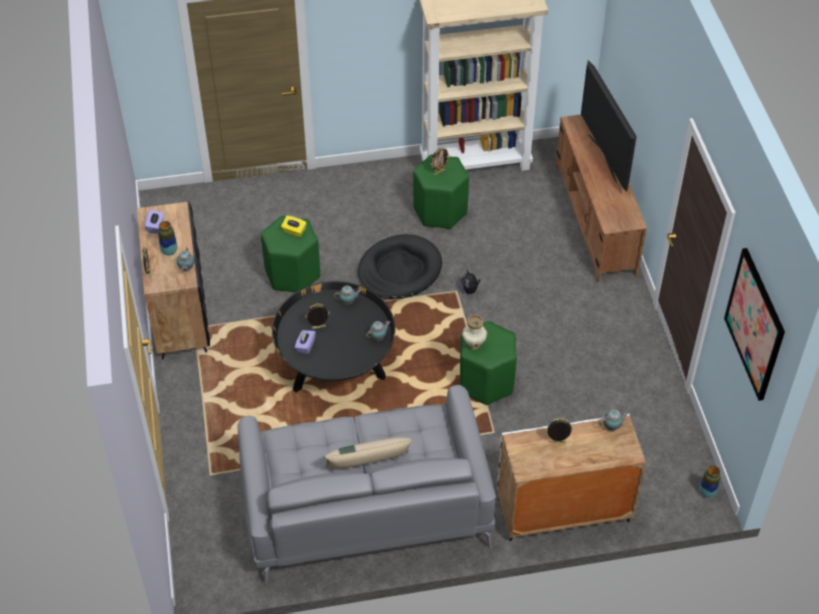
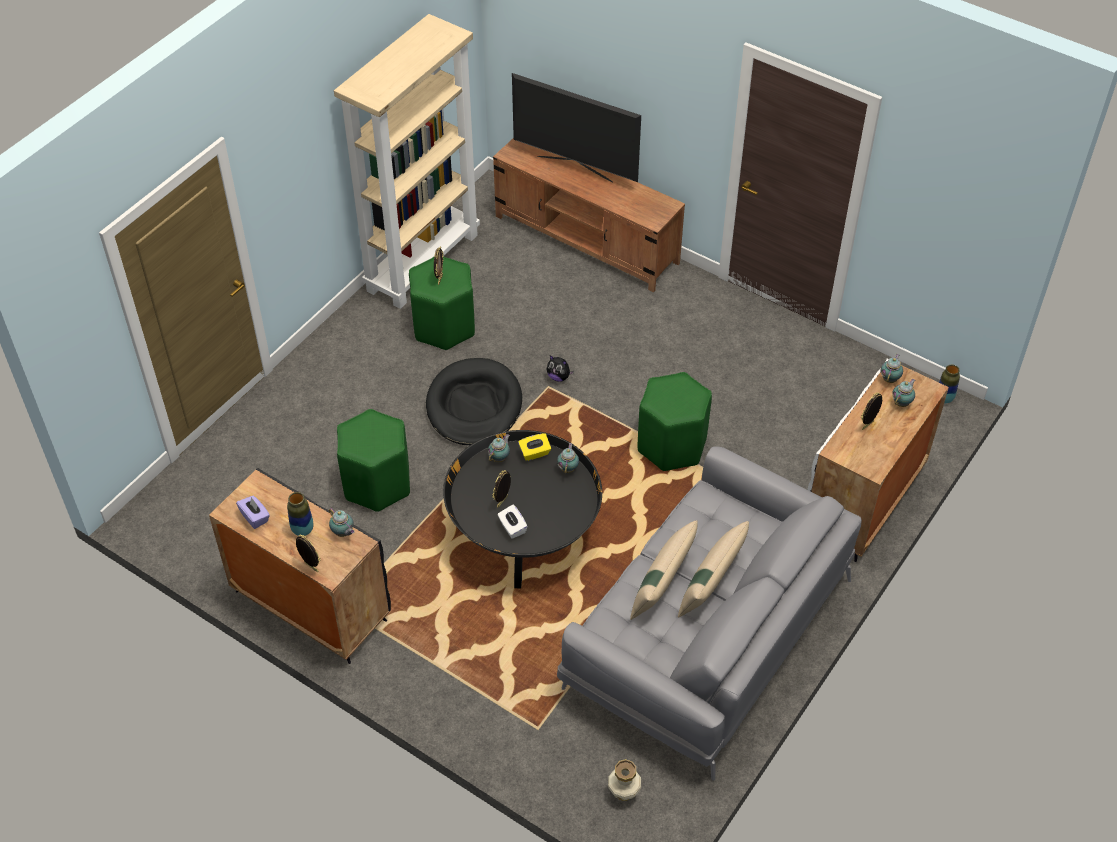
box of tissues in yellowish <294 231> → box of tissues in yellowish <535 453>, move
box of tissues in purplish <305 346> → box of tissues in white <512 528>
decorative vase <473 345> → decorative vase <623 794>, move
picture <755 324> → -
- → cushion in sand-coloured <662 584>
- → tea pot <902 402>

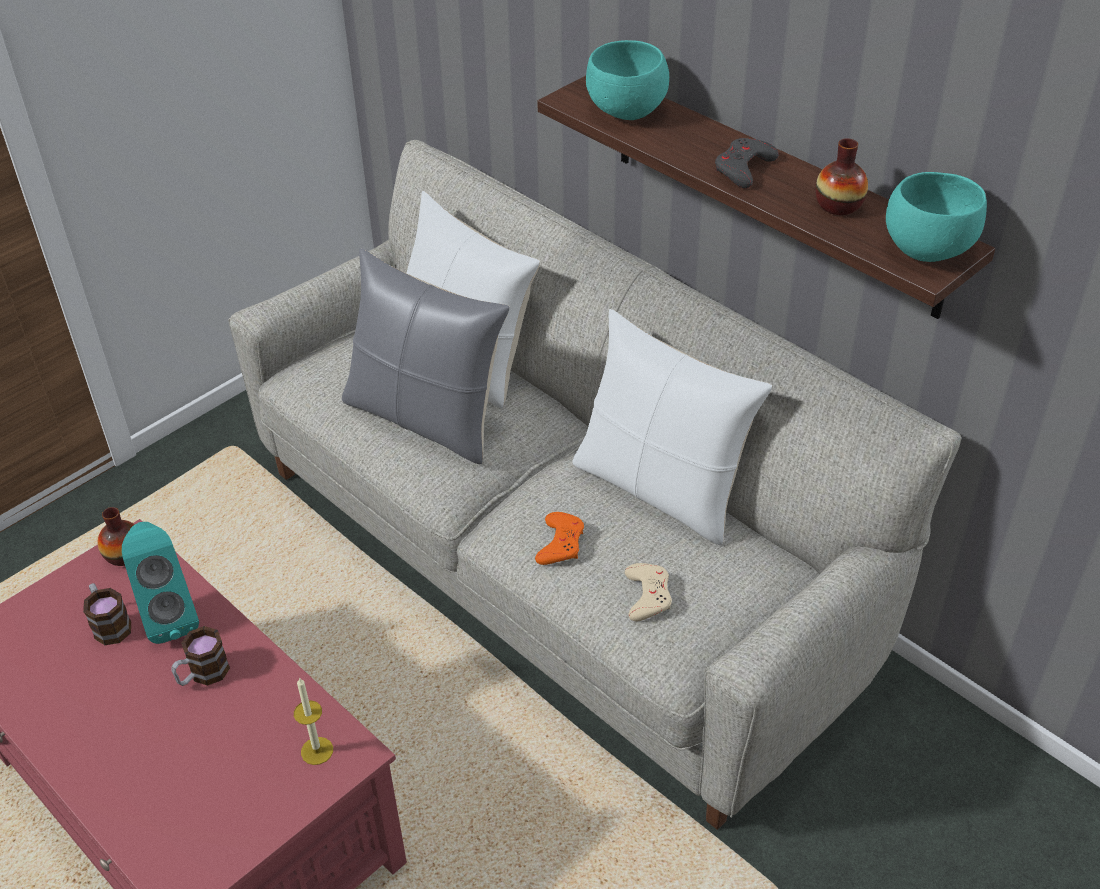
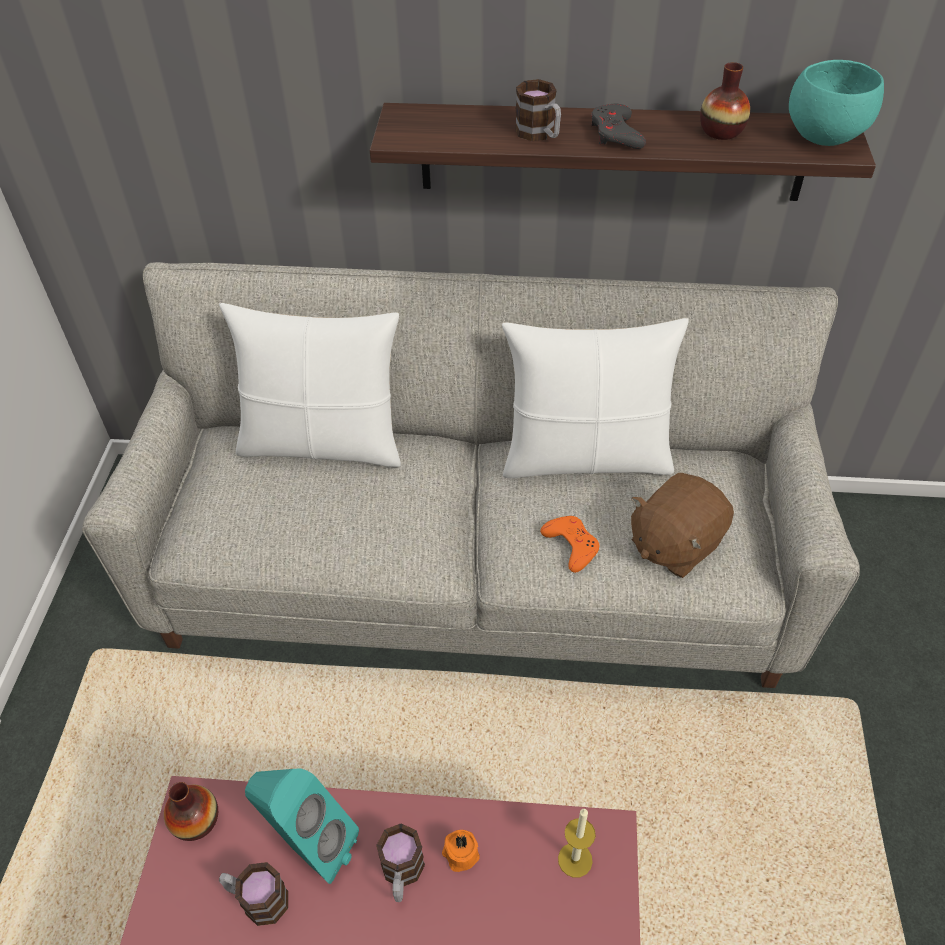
cushion in grey <426 418> → -
serving bowl in blue-green <628 112> → -
gamepad in sand-coloured <647 595> → plush toy in brown <674 544>
- → candle in orange-coloured <460 854>
- → mug <540 135>

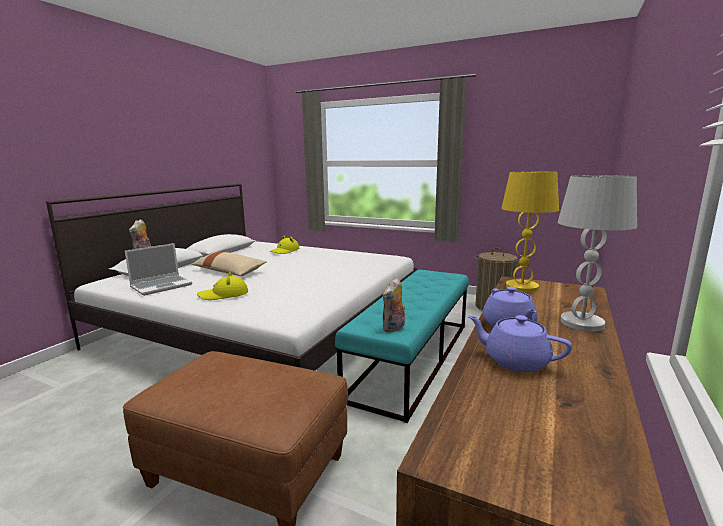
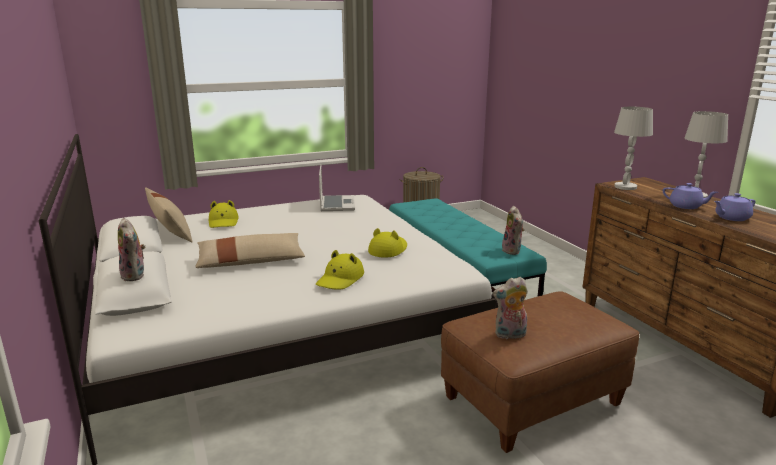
portable computer <162 286> → portable computer <336 204>, move
tabletop lamp in yellowish <521 287> → tabletop lamp in white <625 187>
- → cushion in sand-coloured <170 231>
- → hat in yellowish <388 250>
- → plush toy <510 335>

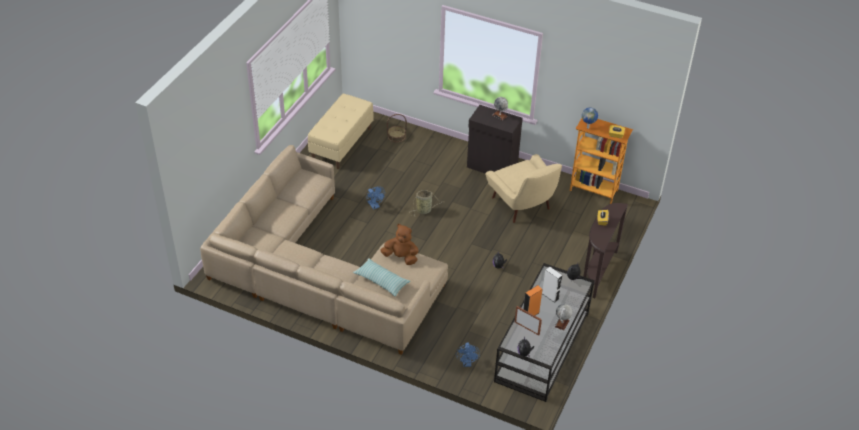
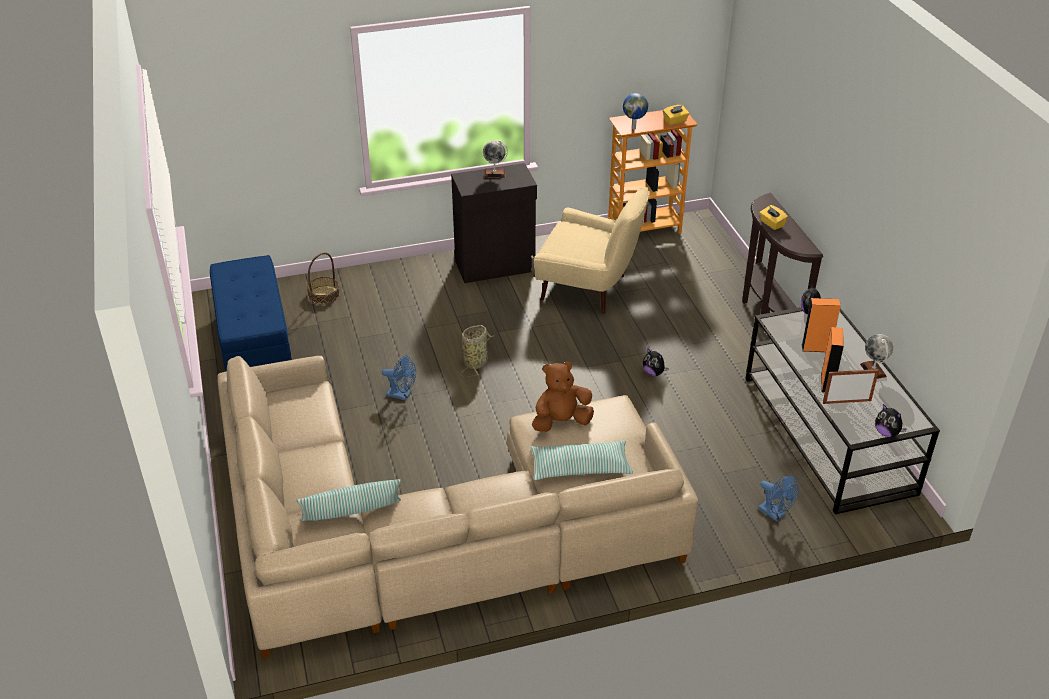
bench in sand-coloured <341 143> → bench in blue <254 343>
speaker in white <550 296> → speaker in orange-coloured <816 348>
- → cushion <352 515>

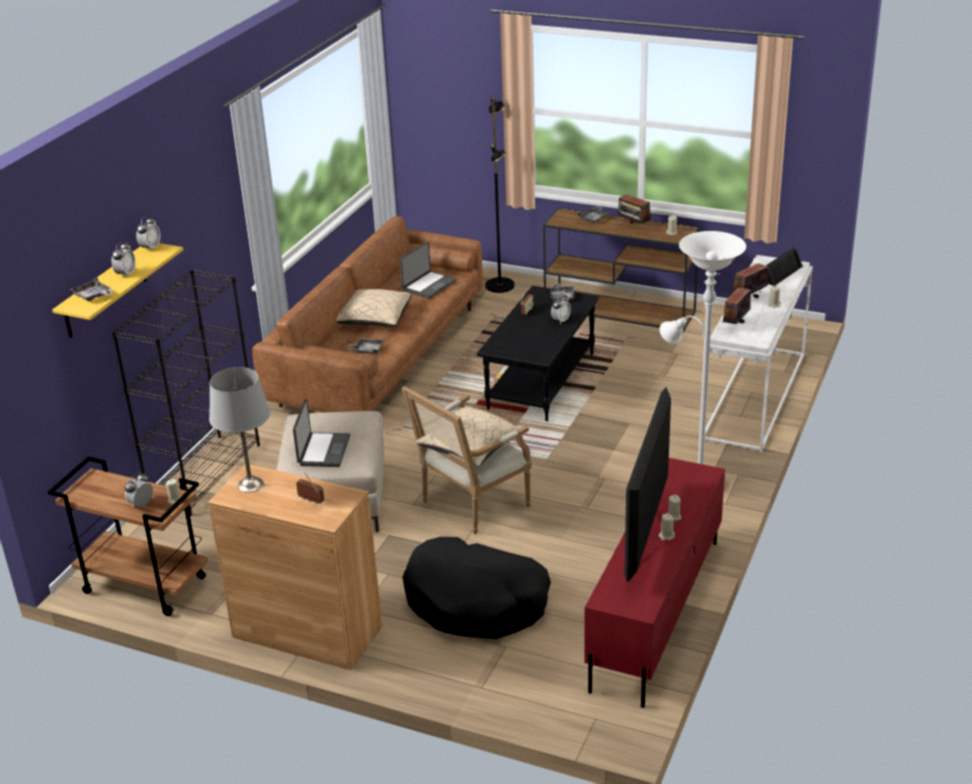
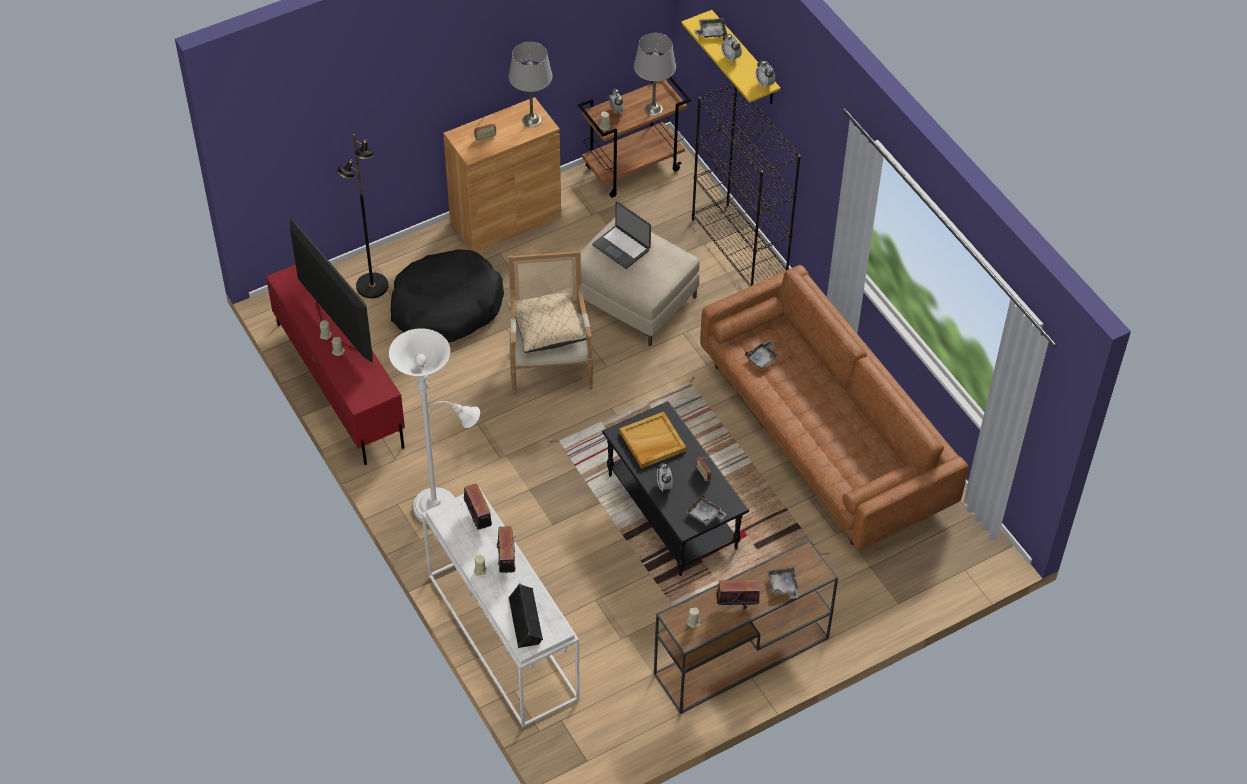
cushion in sand-coloured <373 319> → -
portable computer <428 285> → -
standing lamp in black-coloured <500 285> → standing lamp in black-coloured <372 286>, move
- → carrying tray in sand-coloured <652 442>
- → tabletop lamp in grey <653 109>

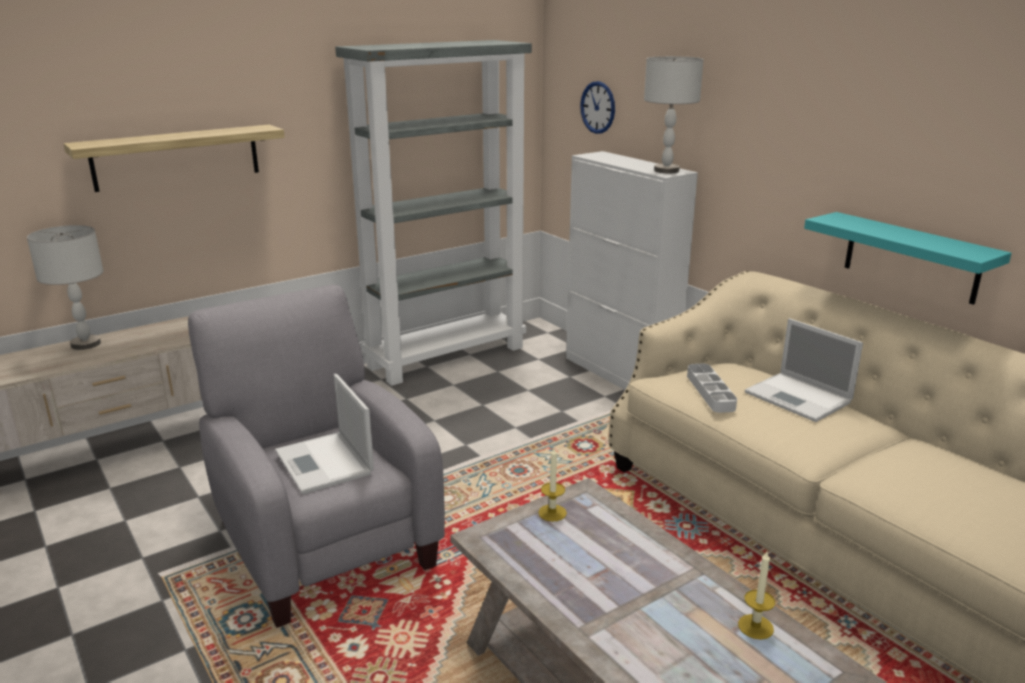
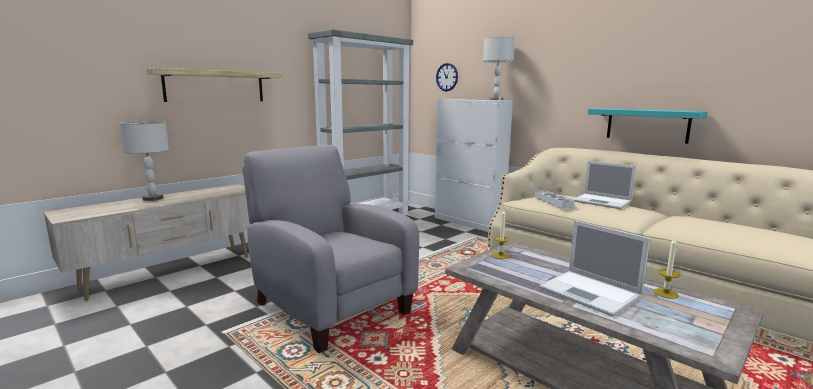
portable computer <325 463> → portable computer <591 293>, move

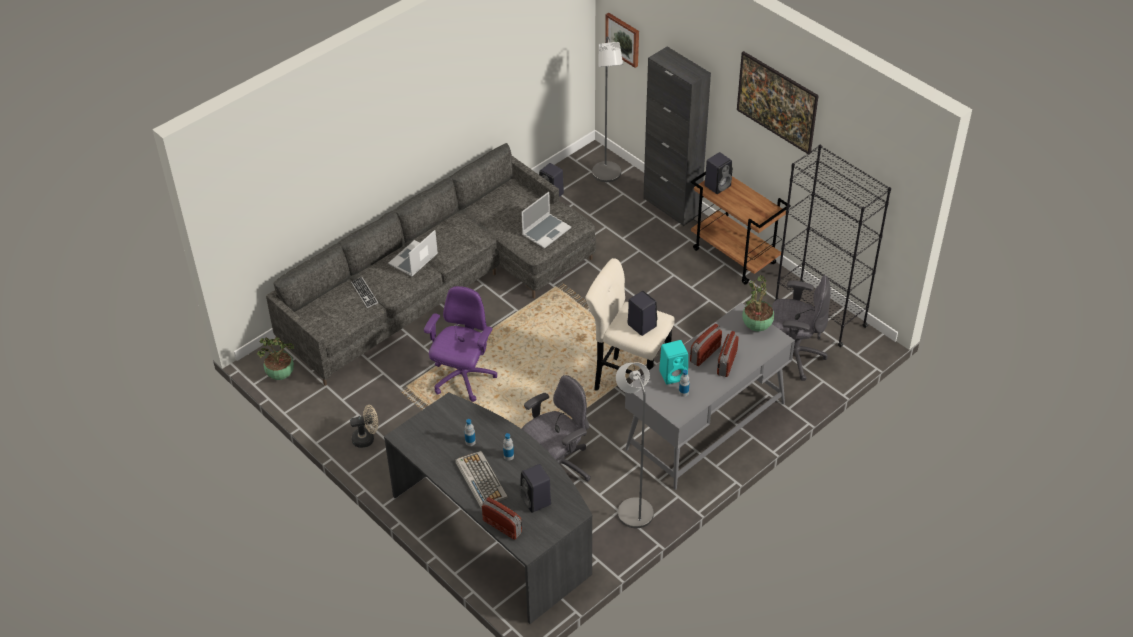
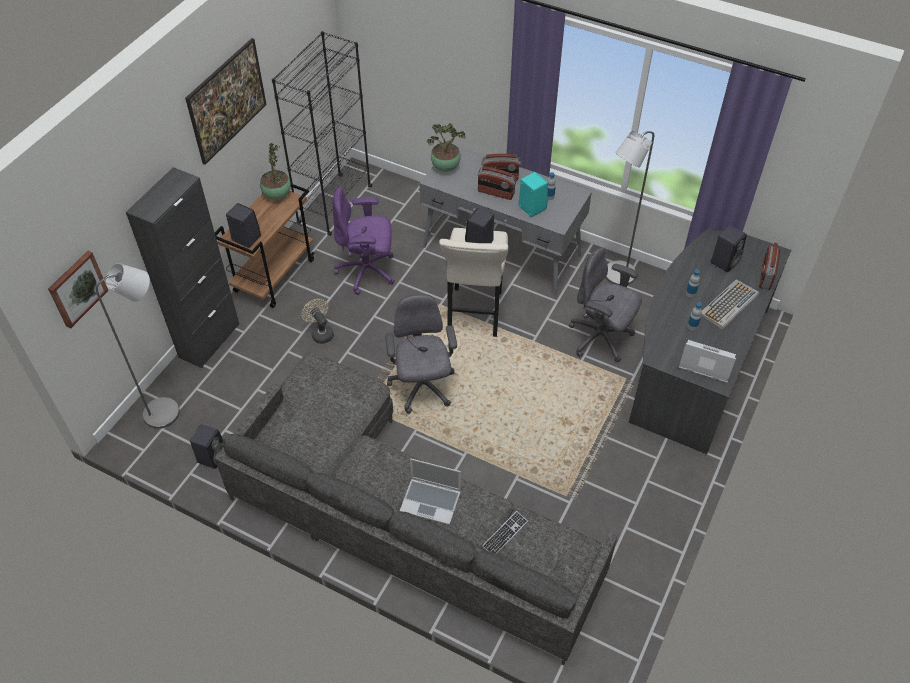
plant in a pot <281 375> → plant in a pot <277 195>, move
cooling fan in sand-coloured <367 438> → cooling fan in sand-coloured <320 333>, move
computer chair in purplish <462 378> → computer chair in purplish <367 271>, move
portable computer <546 231> → portable computer <705 363>, move
computer chair in grey <792 356> → computer chair in grey <422 387>, move

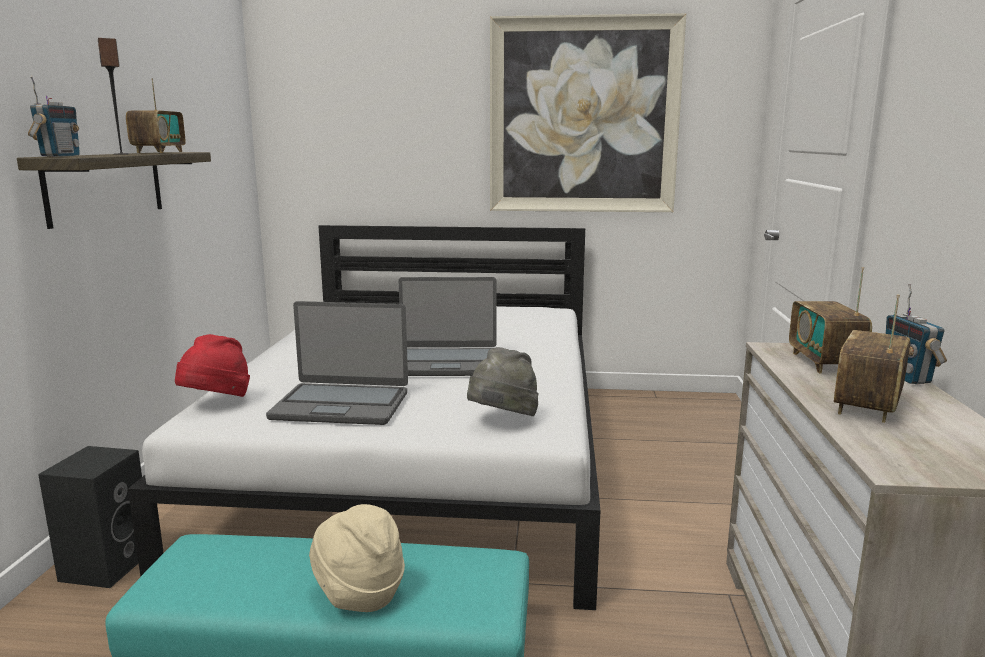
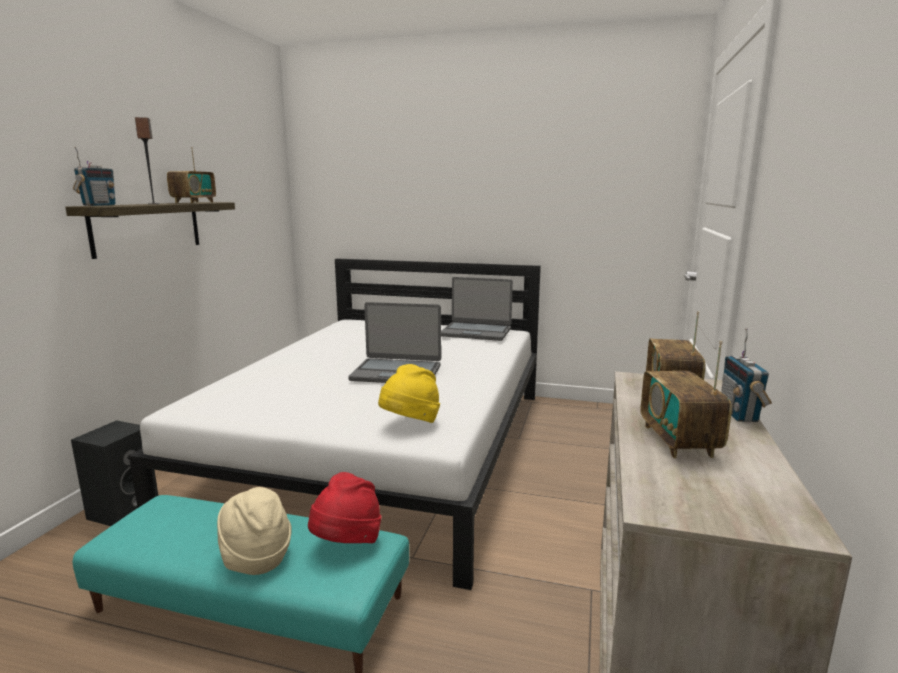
hat in red <216 403> → hat in red <346 544>, move
portable computer <341 405> → portable computer <476 332>, move
hat in grey <502 420> → hat in yellowish <410 424>
picture <583 116> → -
radio receiver <868 406> → radio receiver <678 441>, 45 degrees counterclockwise

